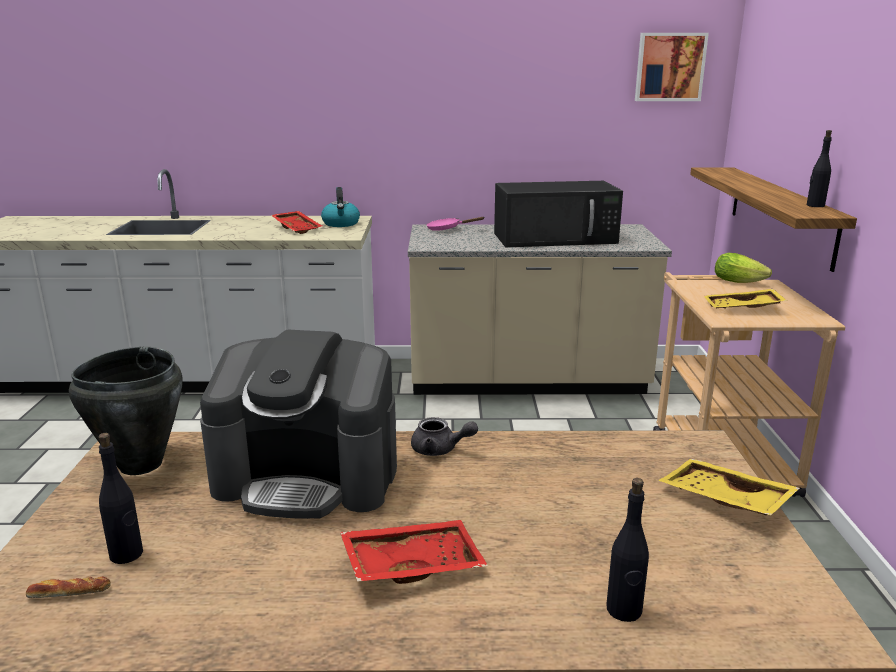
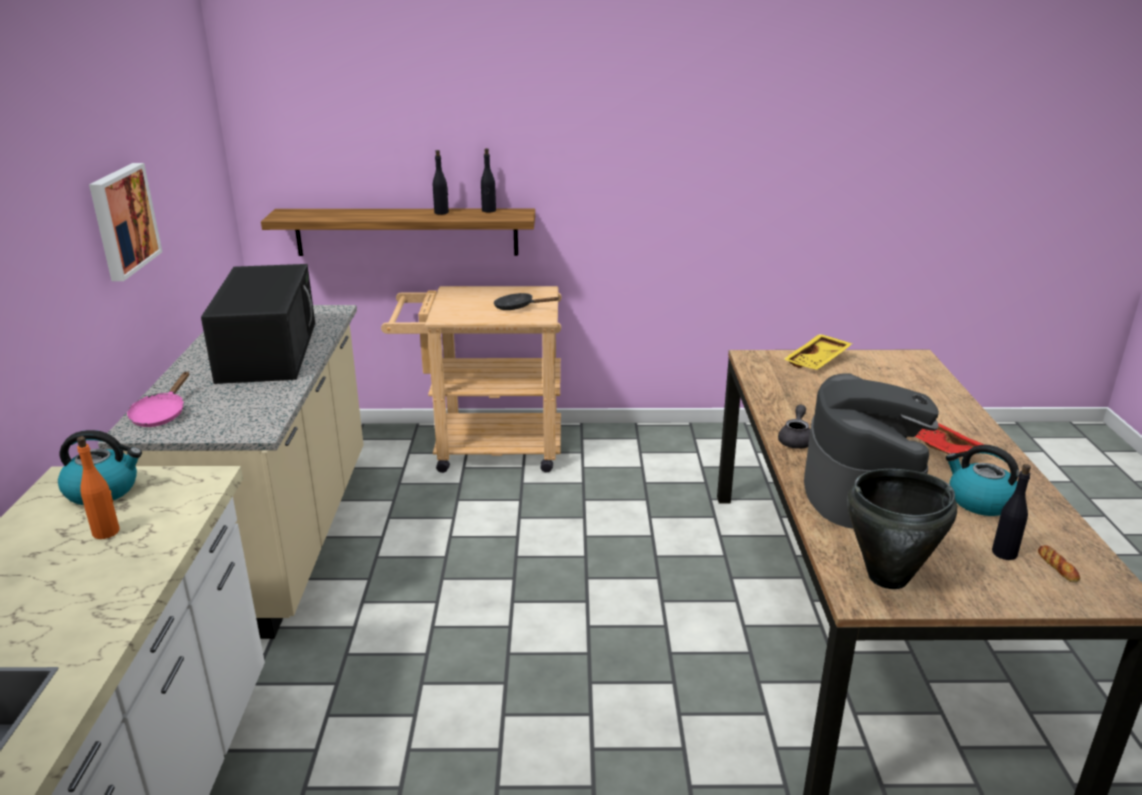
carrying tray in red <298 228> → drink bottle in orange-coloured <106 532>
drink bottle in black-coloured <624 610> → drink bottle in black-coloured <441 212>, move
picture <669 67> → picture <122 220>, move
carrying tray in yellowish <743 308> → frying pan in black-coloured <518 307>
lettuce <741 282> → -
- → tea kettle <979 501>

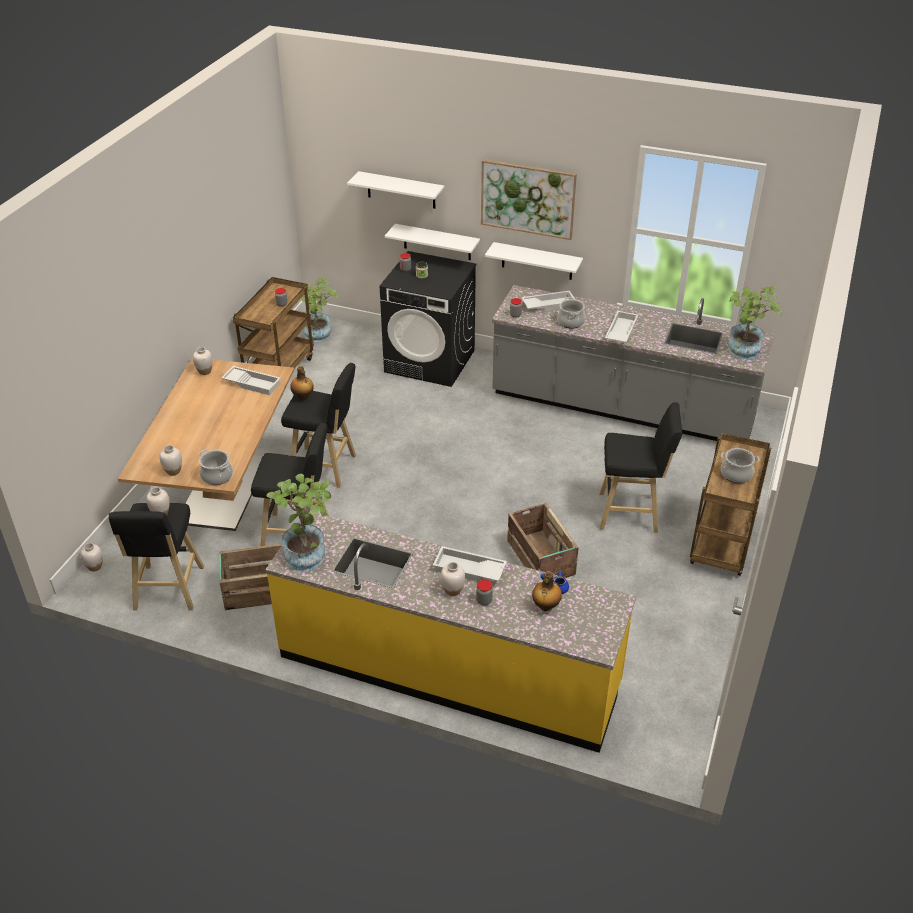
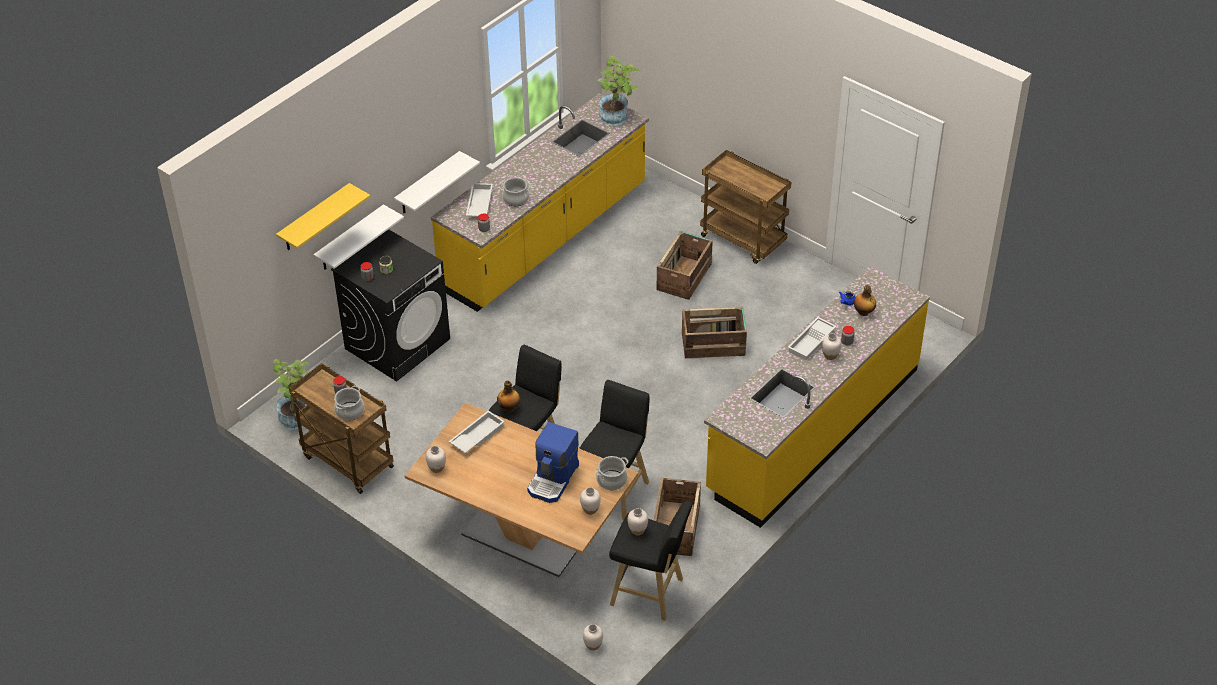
plant in a pot <308 553> → -
bracket shelf in white <401 190> → bracket shelf in yellowish <314 218>
picture <528 198> → -
kitchen base unit in grey <622 408> → kitchen base unit in yellowish <546 238>
sitting stool in black-coloured <631 513> → crate <685 276>
carrying tray in white <620 331> → -
stockpot <736 474> → stockpot <350 411>, move
- → coffee maker <553 479>

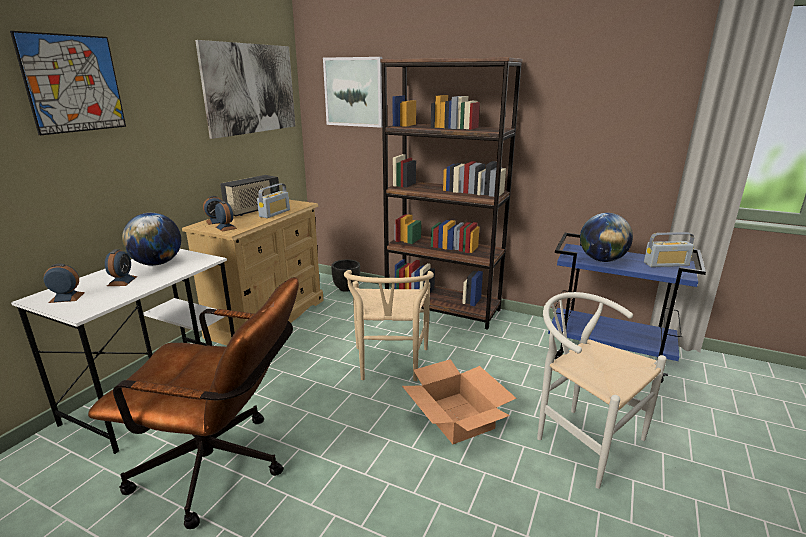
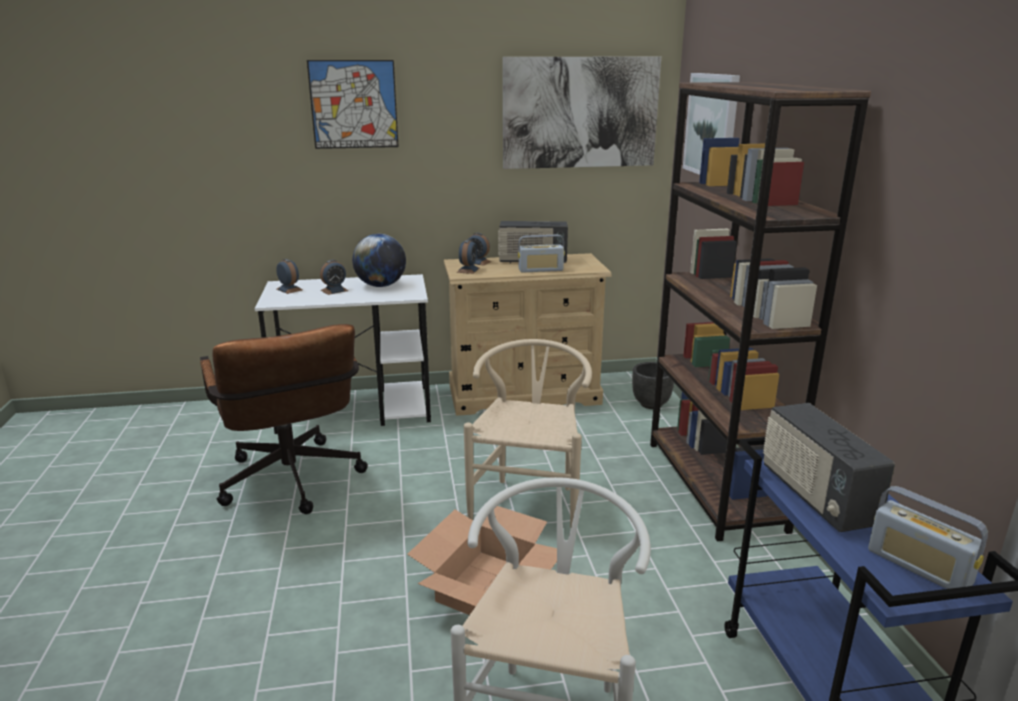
upright chair in sand-coloured <390 366> → upright chair in sand-coloured <529 501>, 135 degrees clockwise
globe <602 260> → radio receiver <815 496>

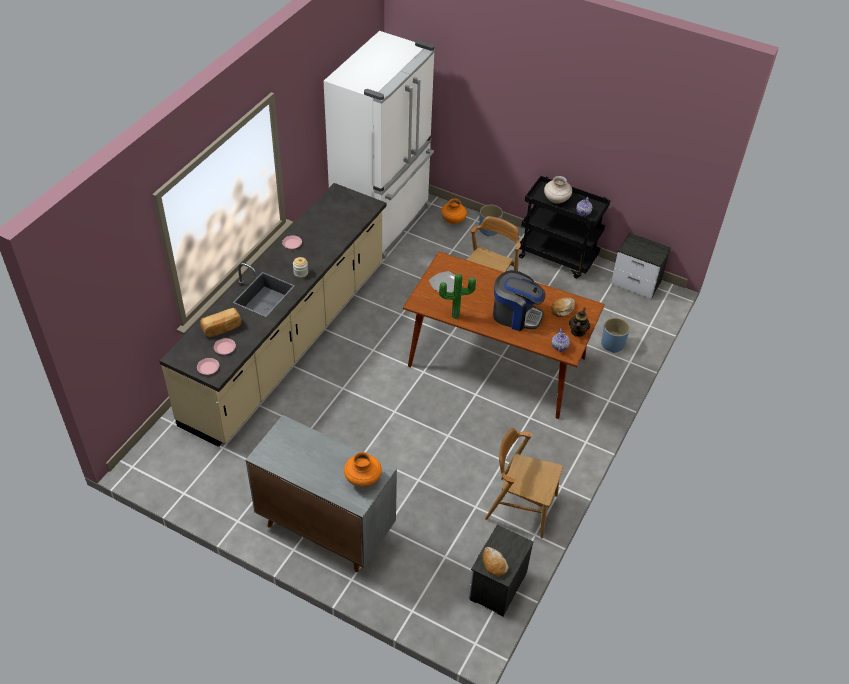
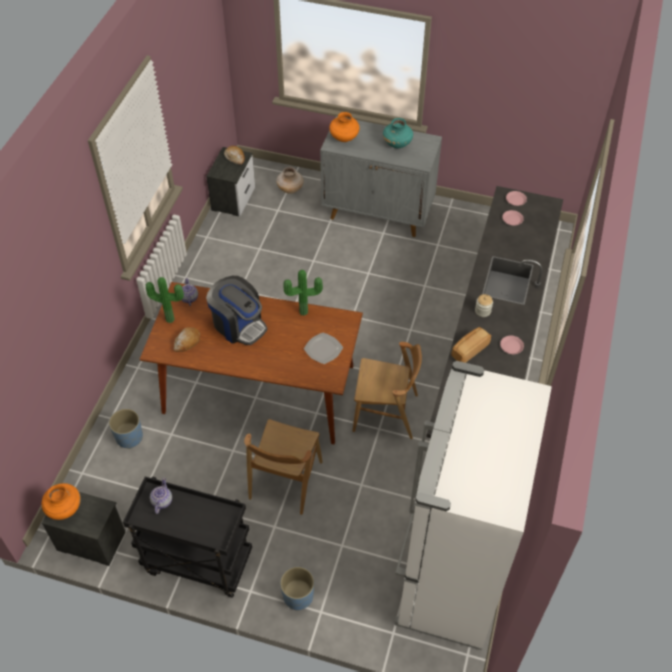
bakery bread <222 328> → bakery bread <469 350>, move
decorative vase in orange-coloured <453 220> → decorative vase in orange-coloured <64 509>, move
upright chair in brown <521 507> → upright chair in brown <385 413>, move
coffee maker <516 315> → coffee maker <238 325>, 150 degrees counterclockwise
decorative vase in sand-coloured <556 200> → decorative vase in sand-coloured <290 189>, move
tea pot <577 331> → plant in a pot <170 318>
- → decorative vase in blue-green <397 144>

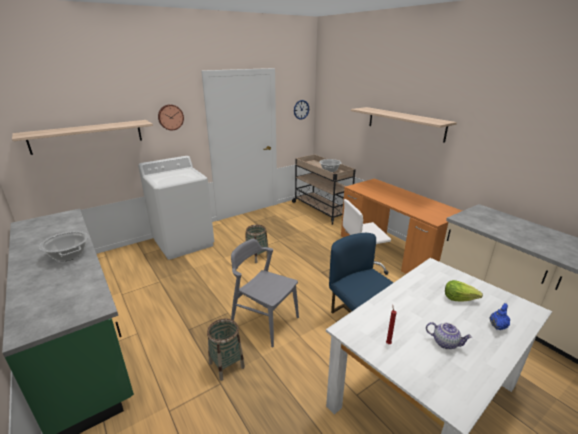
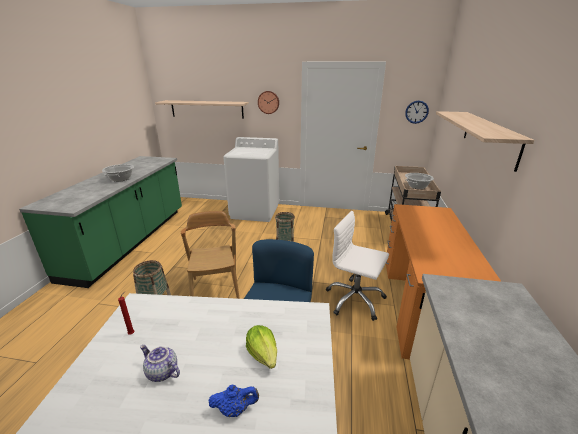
upright chair in grey <265 321> → upright chair in brown <216 290>
tea pot <445 342> → tea pot <161 372>, 135 degrees clockwise

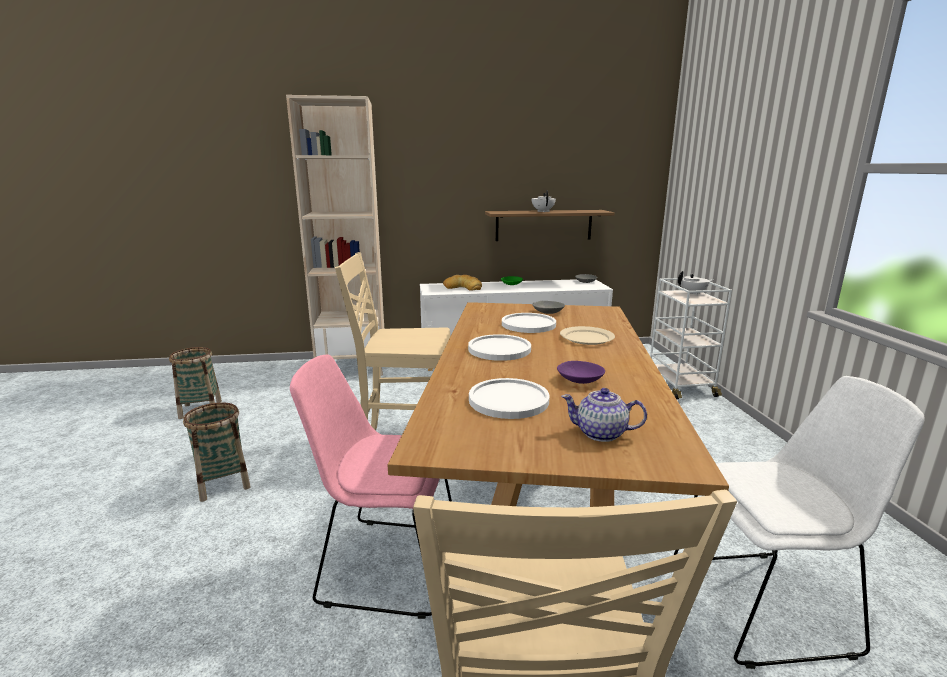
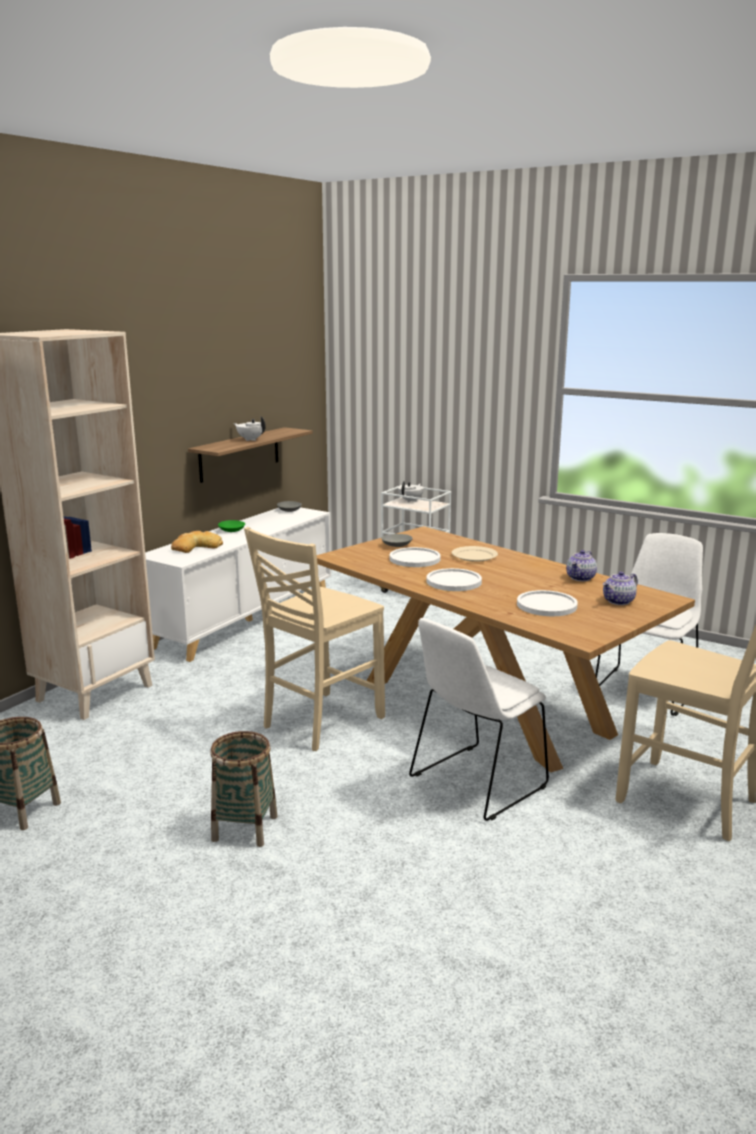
upright chair in pink <385 564> → upright chair in white <475 783>
serving bowl in purplish <579 379> → -
- → tea pot <581 578>

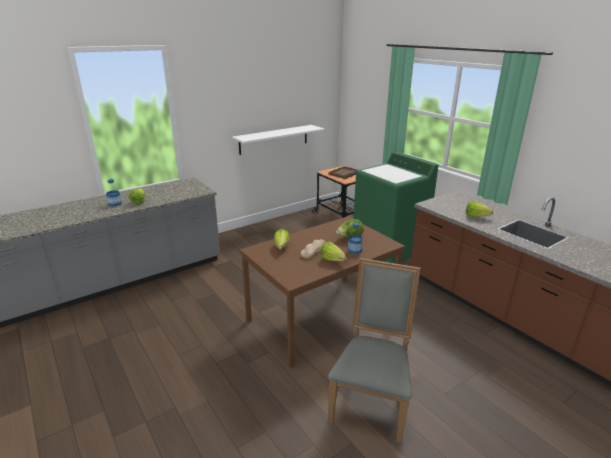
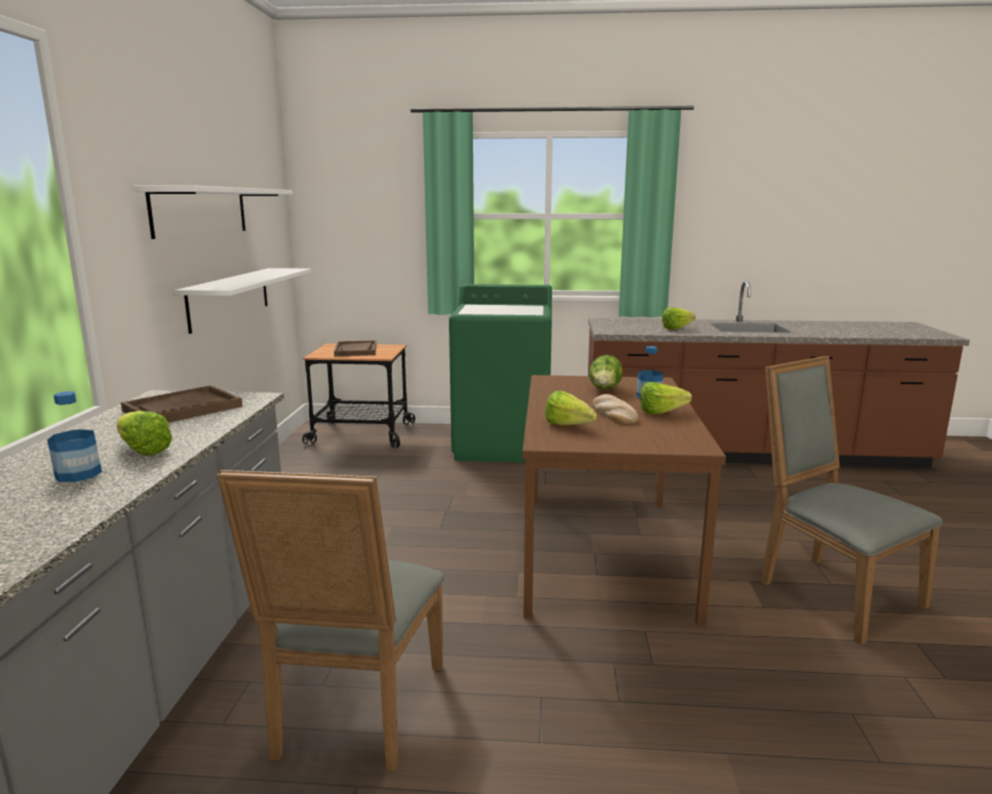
- → carrying tray in brown <182 409>
- → bracket shelf in white <201 211>
- → upright chair in grey <353 715>

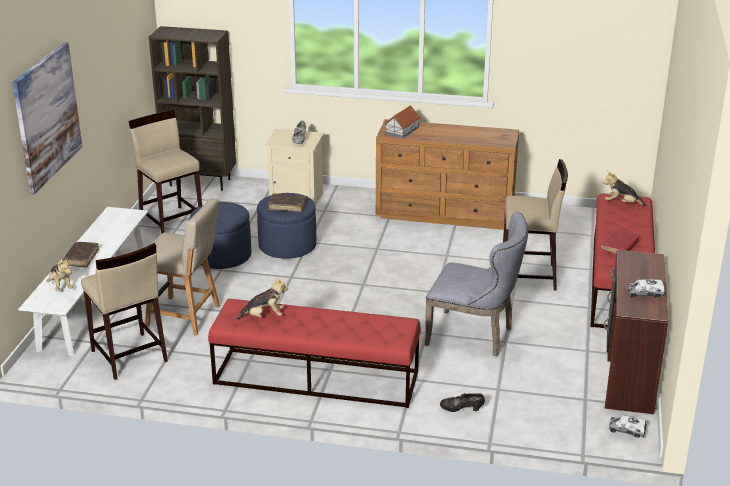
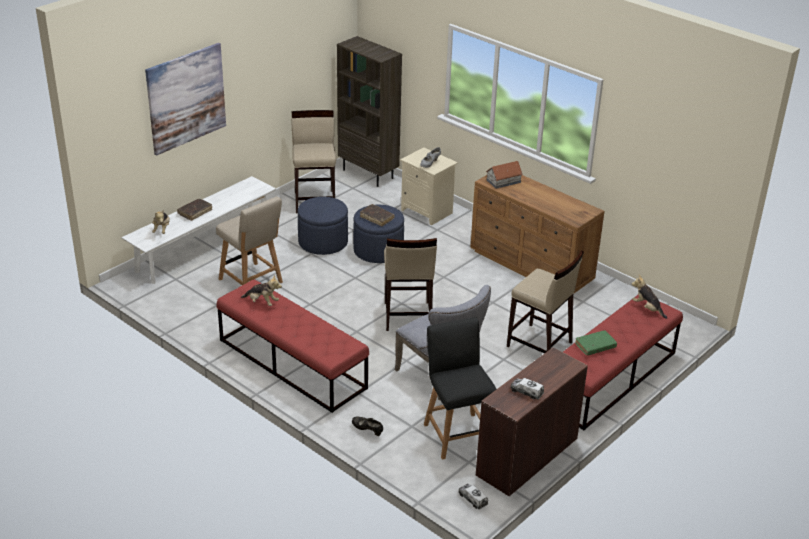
sitting stool in sand-coloured <128 356> → sitting stool in sand-coloured <407 316>, move
bound book in red <619 247> → bound book in green <595 346>
- → upright chair in black-coloured <456 433>

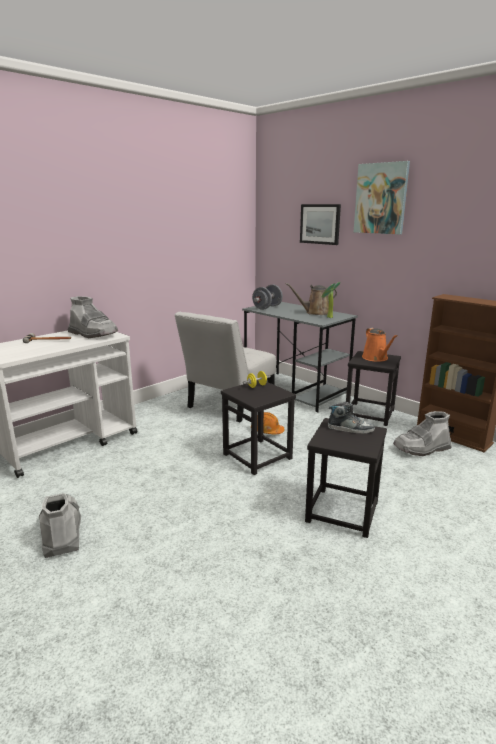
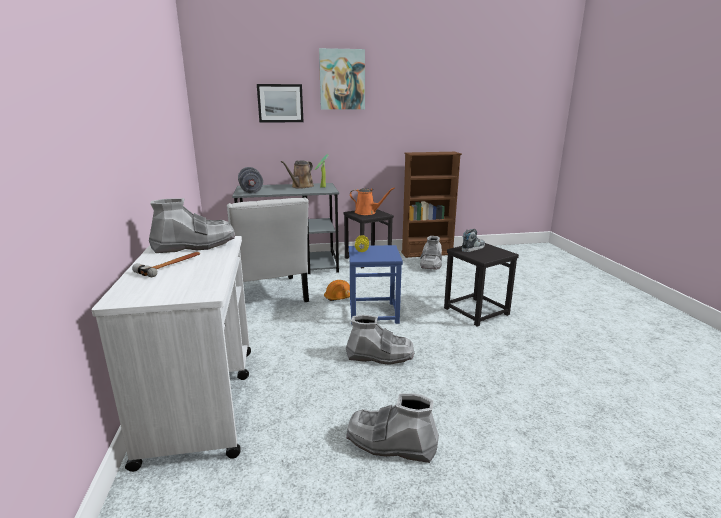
sitting stool in black-coloured <258 456> → sitting stool in blue <373 313>
- → high-top boot in grey <380 355>

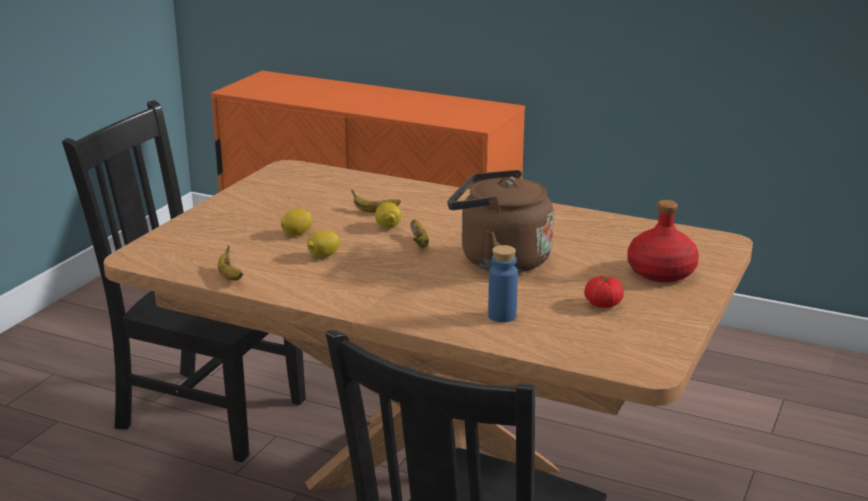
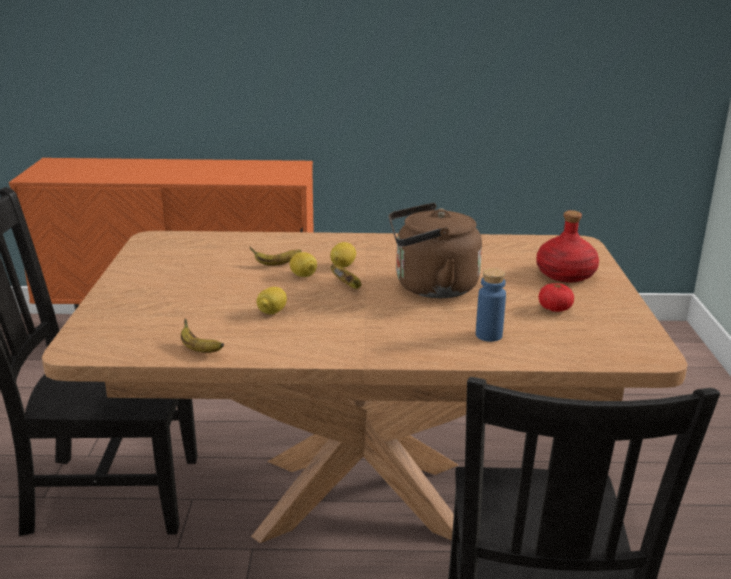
citrus fruit <297 234> → citrus fruit <343 265>, move

